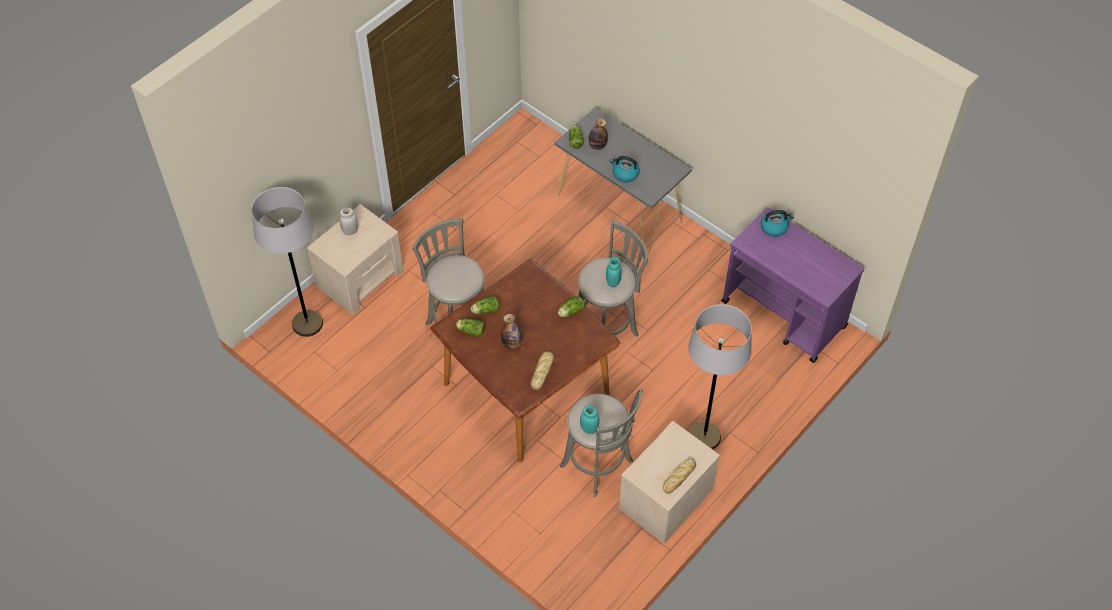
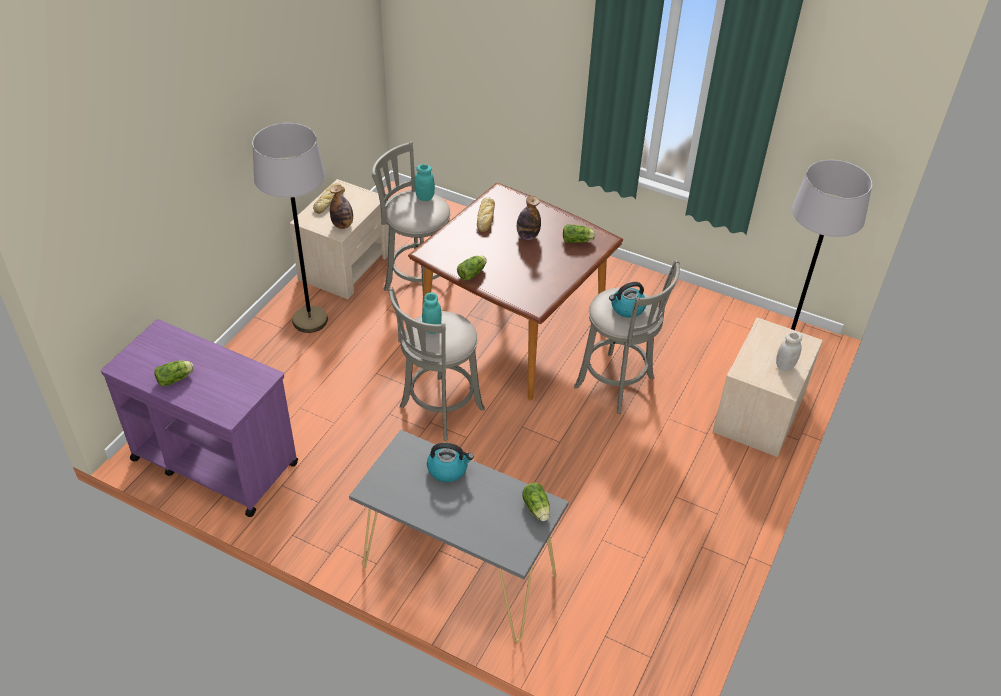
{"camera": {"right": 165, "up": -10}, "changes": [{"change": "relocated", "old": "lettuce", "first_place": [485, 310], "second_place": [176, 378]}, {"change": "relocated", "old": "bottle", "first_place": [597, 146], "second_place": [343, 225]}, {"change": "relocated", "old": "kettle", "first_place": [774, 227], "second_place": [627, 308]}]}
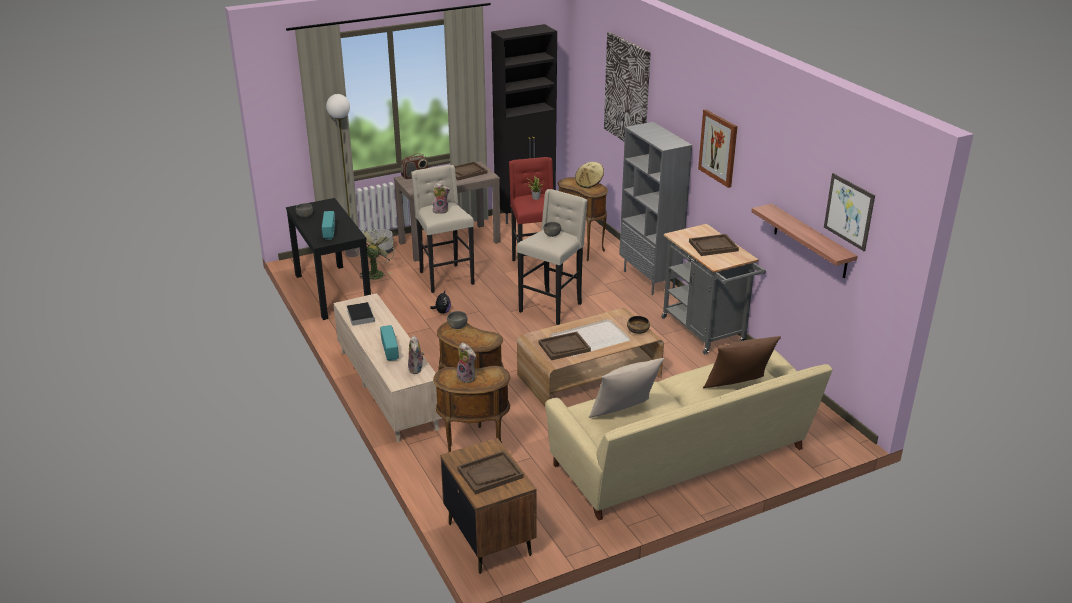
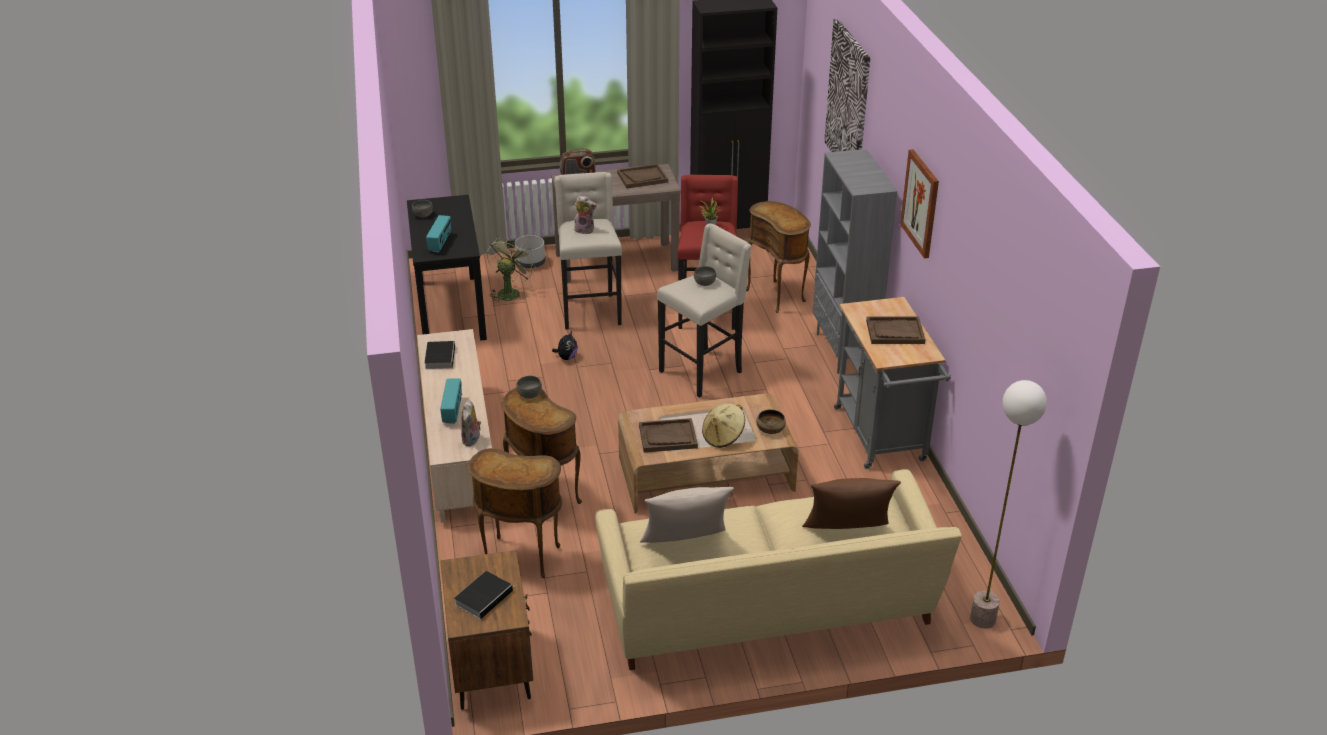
{"camera": {"right": 15, "up": 5}, "changes": [{"change": "exchanged", "old": "brown tray", "new": "book", "first_place": [490, 474], "second_place": [484, 596]}, {"change": "relocated", "old": "beige hat", "first_place": [589, 183], "second_place": [723, 437]}, {"change": "relocated", "old": "floor lamp", "first_place": [352, 253], "second_place": [982, 619]}, {"change": "missing", "old": "plush toy", "first_place": [467, 377]}, {"change": "missing", "old": "shelf", "first_place": [810, 241]}, {"change": "missing", "old": "picture", "first_place": [849, 211]}]}
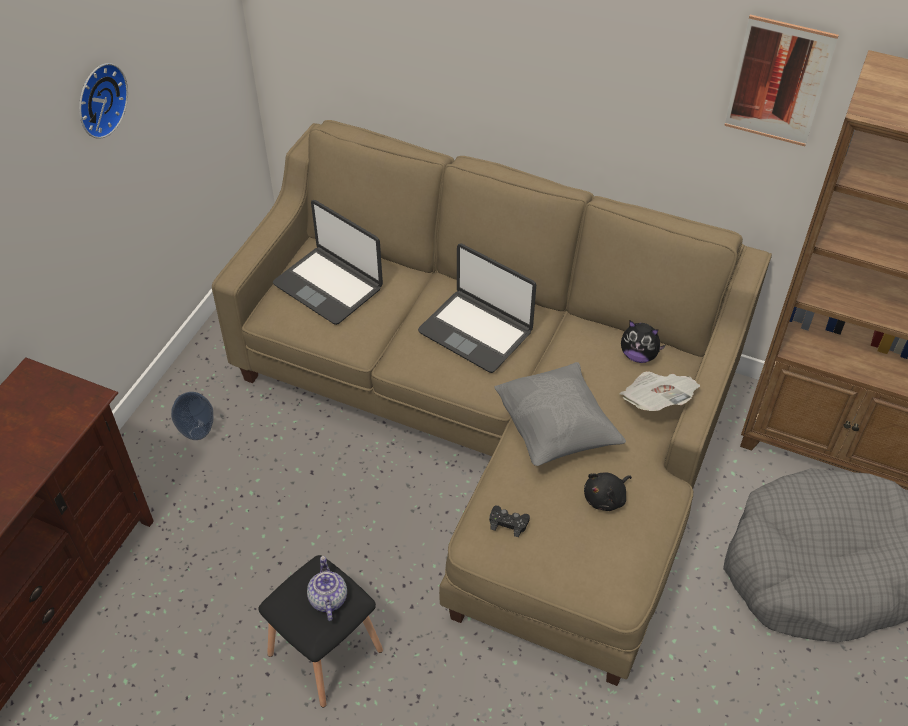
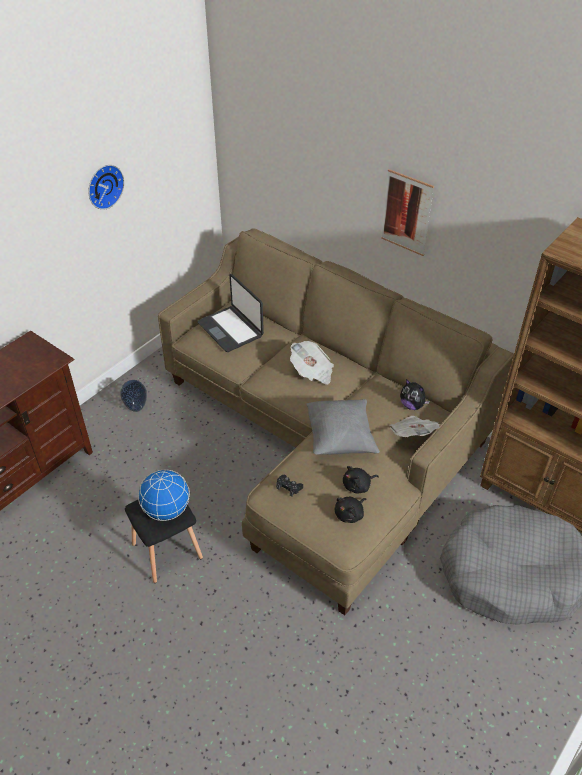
{"camera": {"right": 15, "up": -5}, "changes": [{"change": "exchanged", "old": "teapot", "new": "globe", "first_place": [327, 598], "second_place": [166, 510]}, {"change": "exchanged", "old": "laptop", "new": "newspaper", "first_place": [476, 331], "second_place": [312, 372]}, {"change": "appeared", "new": "black plush toy", "second_place": [350, 514]}, {"change": "relocated", "old": "picture", "first_place": [778, 81], "second_place": [406, 213]}]}
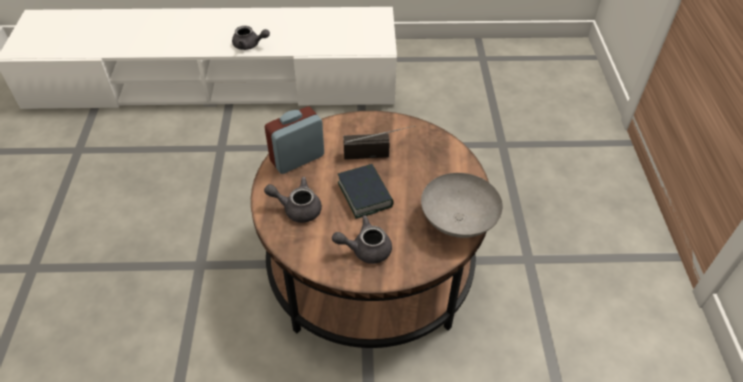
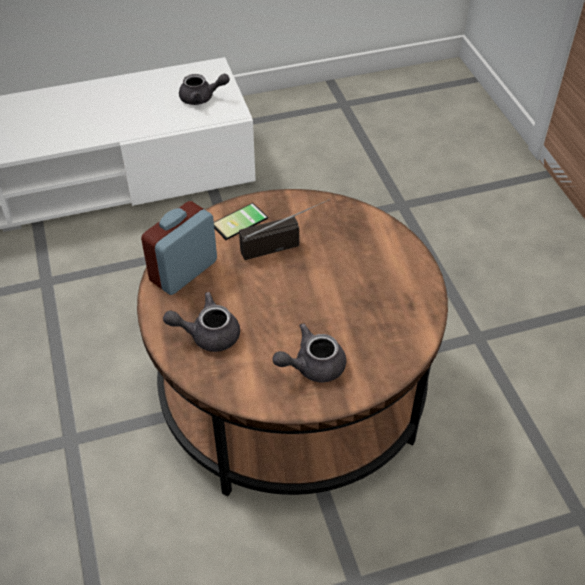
{"camera": {"right": -15, "up": 0}, "changes": [{"change": "relocated", "old": "grey teapot", "first_place": [249, 45], "second_place": [202, 98]}, {"change": "appeared", "new": "phone", "second_place": [241, 223]}, {"change": "missing", "old": "book", "first_place": [365, 194]}, {"change": "missing", "old": "grey bowl", "first_place": [457, 221]}]}
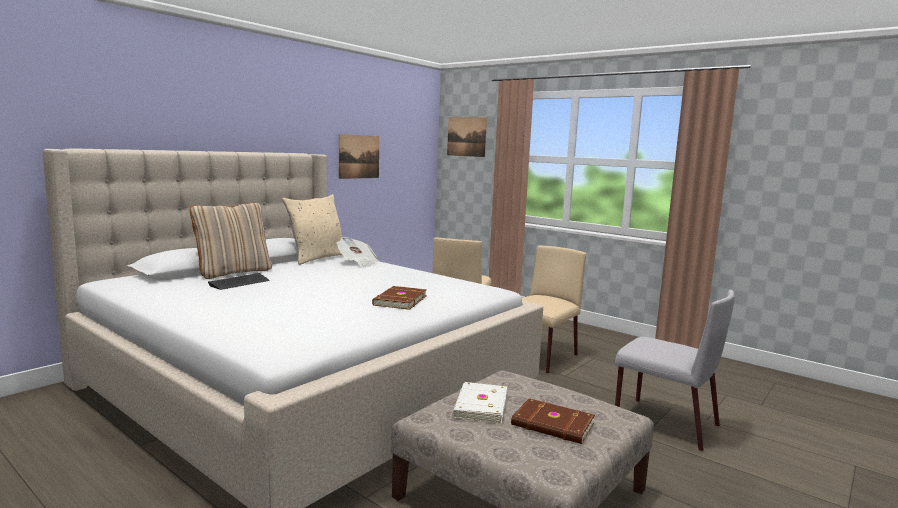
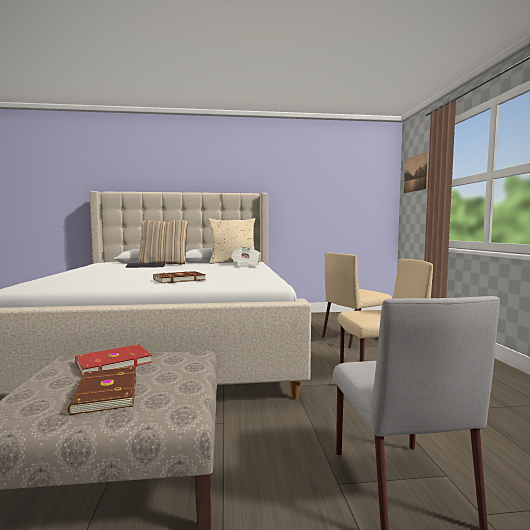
{"camera": {"right": 45, "up": -5}, "changes": [{"change": "colour", "old": "white book", "new": "red book", "first_place": [479, 405], "second_place": [112, 363]}, {"change": "missing", "old": "picture", "first_place": [359, 156]}]}
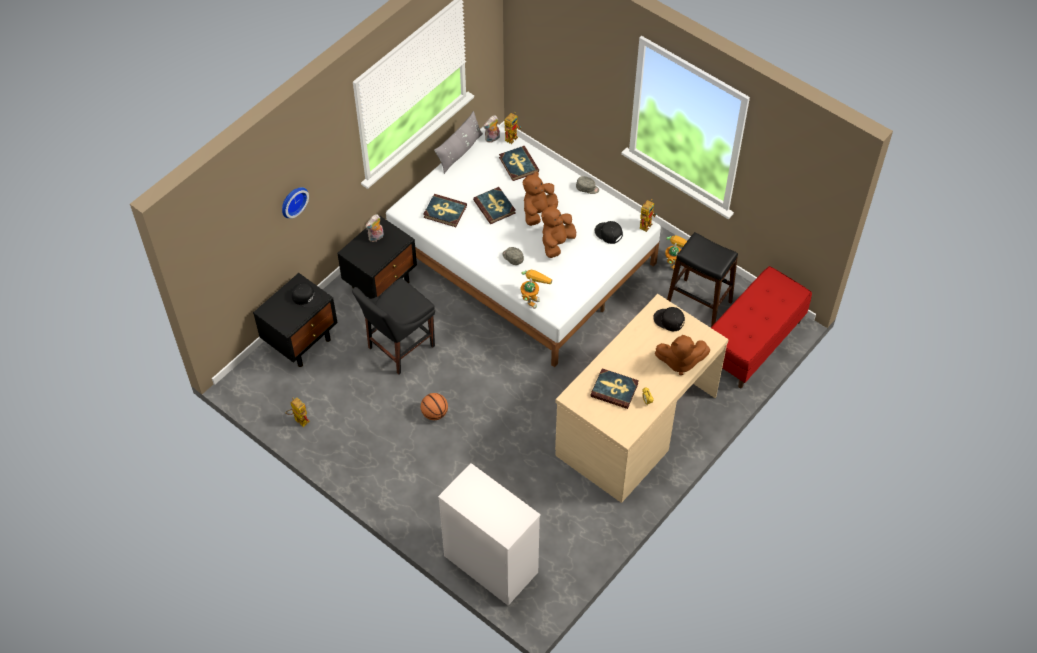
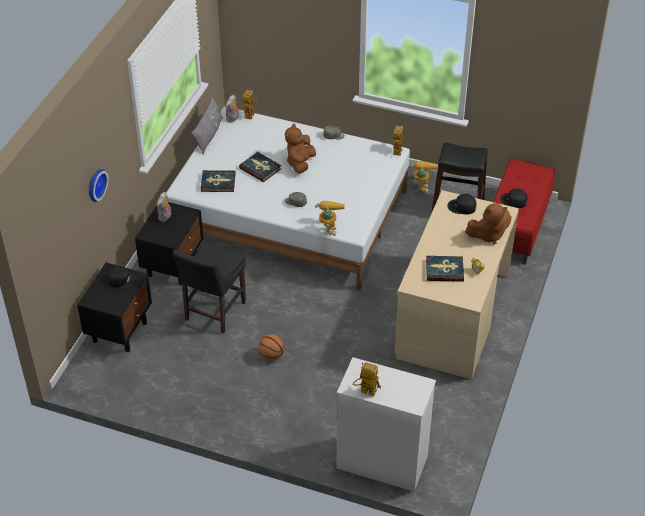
{"camera": {"right": -20, "up": -10}, "changes": [{"change": "relocated", "old": "toy robot", "first_place": [298, 420], "second_place": [365, 391]}, {"change": "relocated", "old": "black cap", "first_place": [608, 233], "second_place": [514, 201]}, {"change": "missing", "old": "book", "first_place": [518, 165]}, {"change": "missing", "old": "brown plush toy", "first_place": [556, 243]}]}
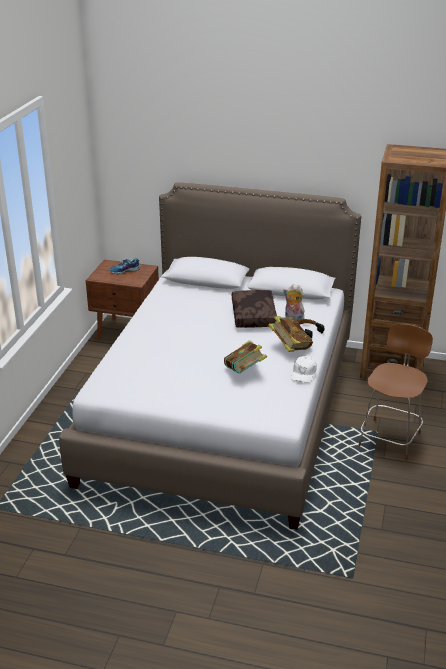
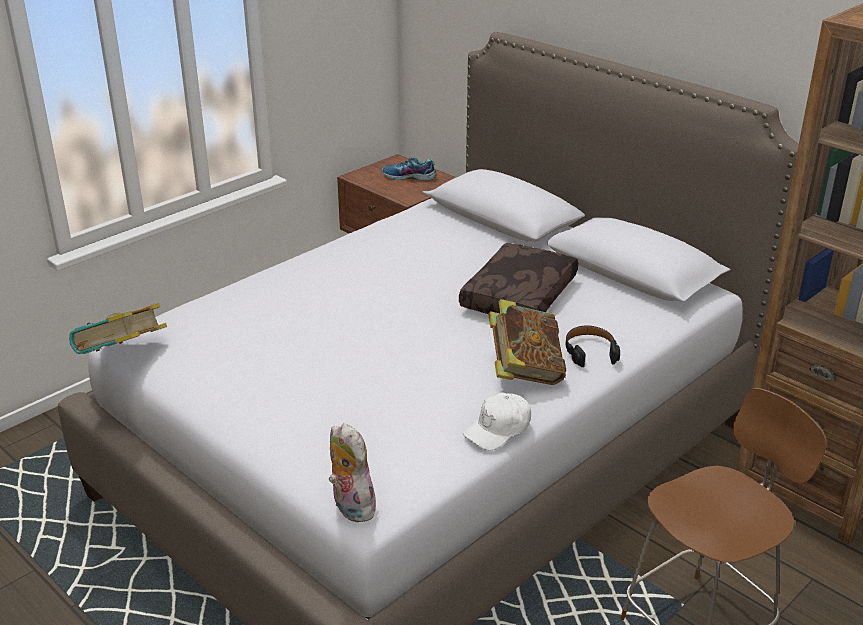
{"camera": {"right": 30, "up": 0}, "changes": [{"change": "relocated", "old": "book", "first_place": [244, 372], "second_place": [123, 358]}, {"change": "relocated", "old": "plush toy", "first_place": [293, 319], "second_place": [350, 507]}]}
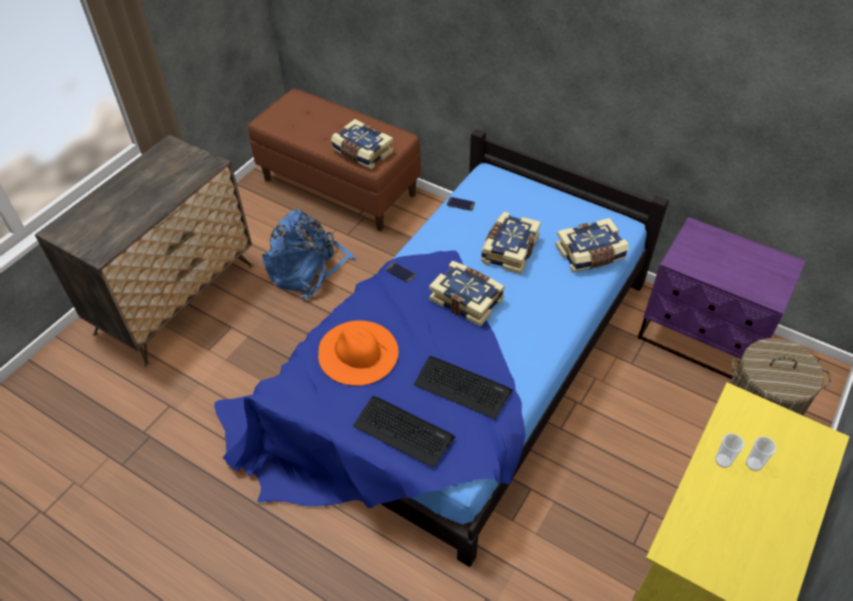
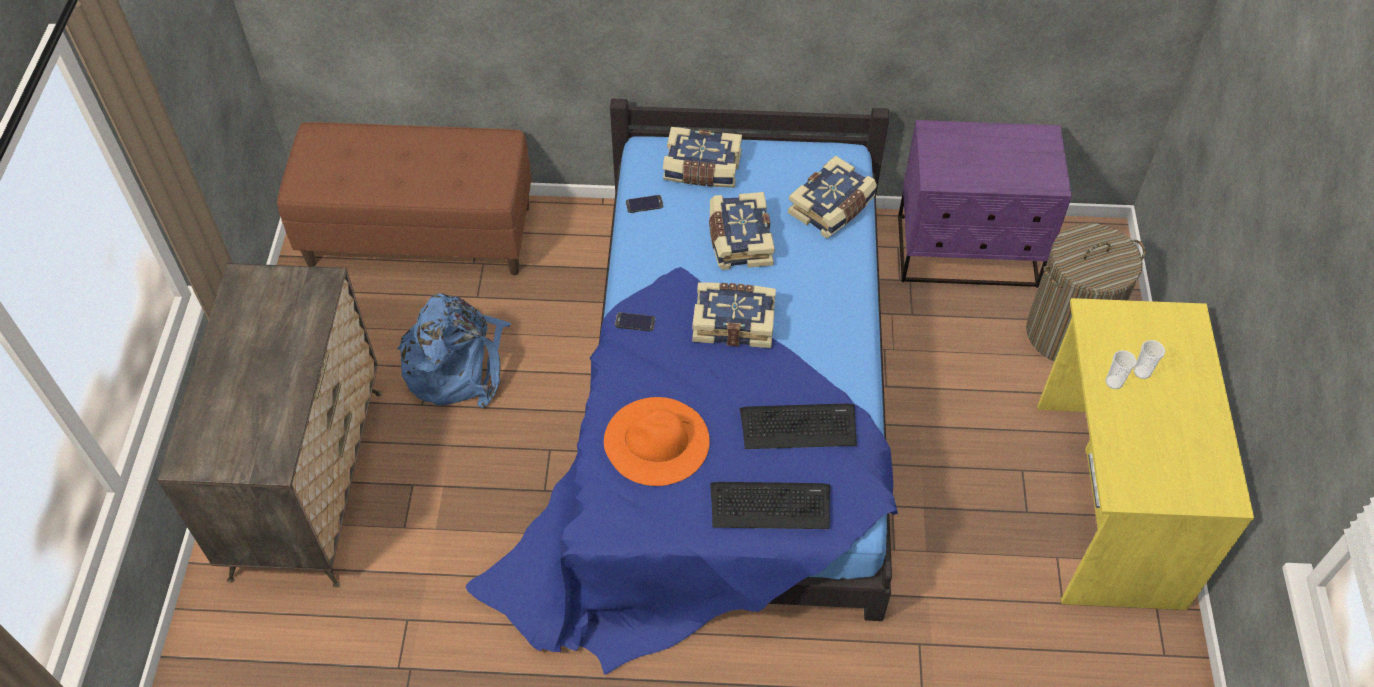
{"camera": {"right": -30, "up": 5}, "changes": [{"change": "relocated", "old": "book", "first_place": [362, 153], "second_place": [702, 169]}]}
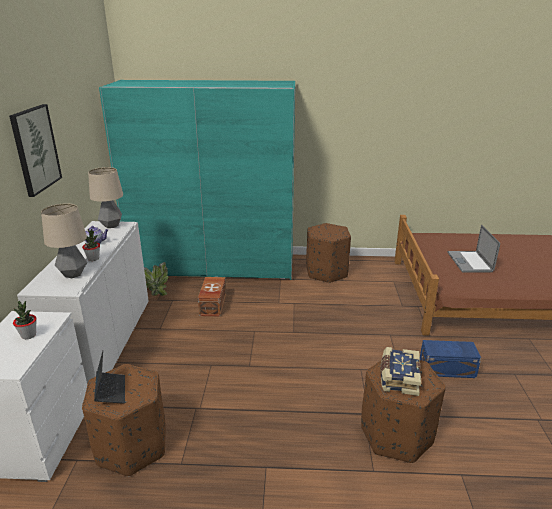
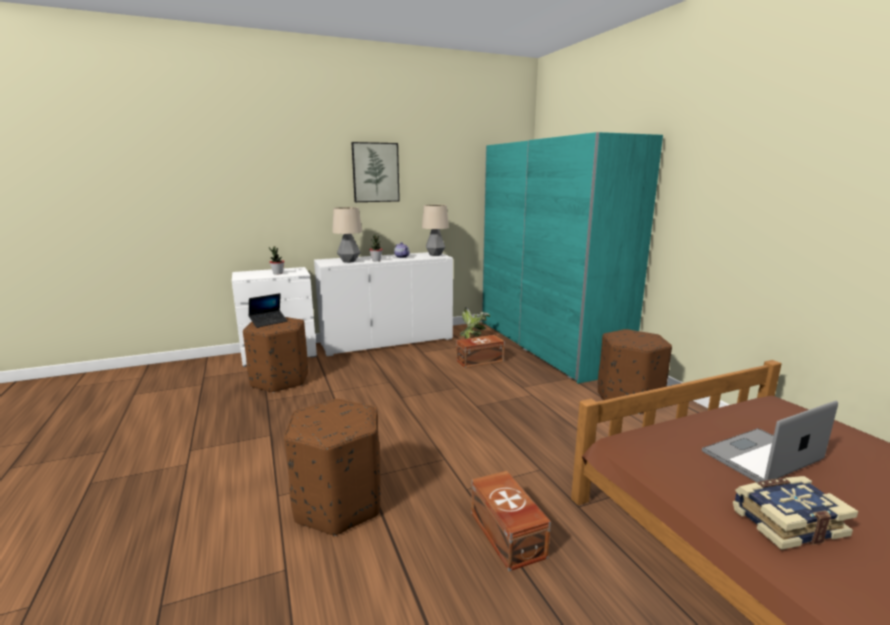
{"camera": {"right": 65, "up": -10}, "changes": [{"change": "colour", "old": "blue storage box", "new": "brown storage box", "first_place": [448, 369], "second_place": [506, 535]}, {"change": "relocated", "old": "book", "first_place": [398, 377], "second_place": [786, 522]}]}
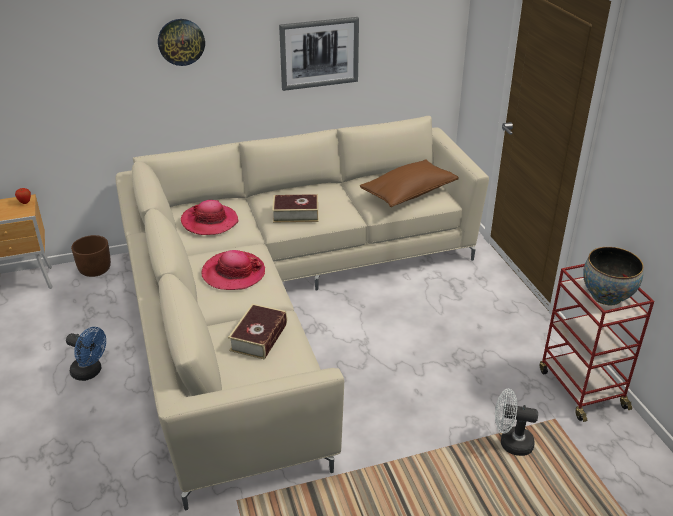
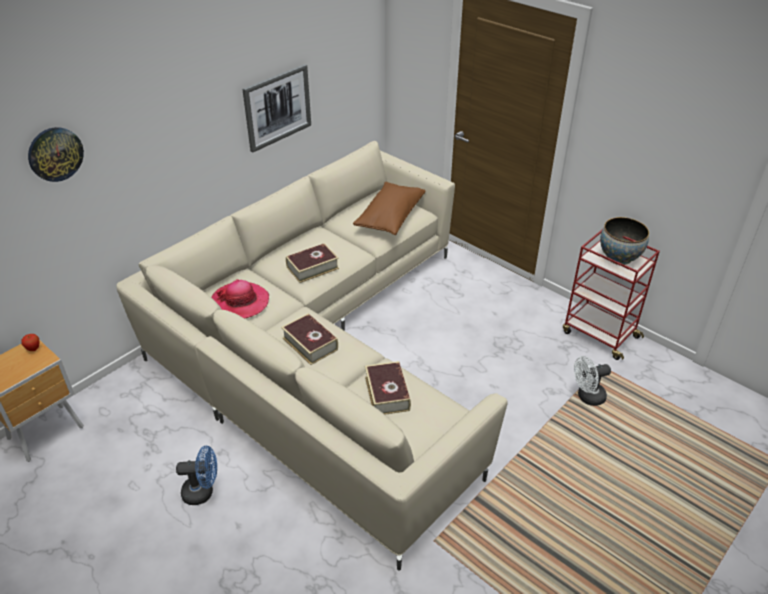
{"camera": {"right": -30, "up": 5}, "changes": [{"change": "relocated", "old": "wall clock", "first_place": [181, 42], "second_place": [55, 154]}, {"change": "exchanged", "old": "hat", "new": "book", "first_place": [233, 273], "second_place": [310, 344]}, {"change": "missing", "old": "brown planter", "first_place": [95, 270]}]}
